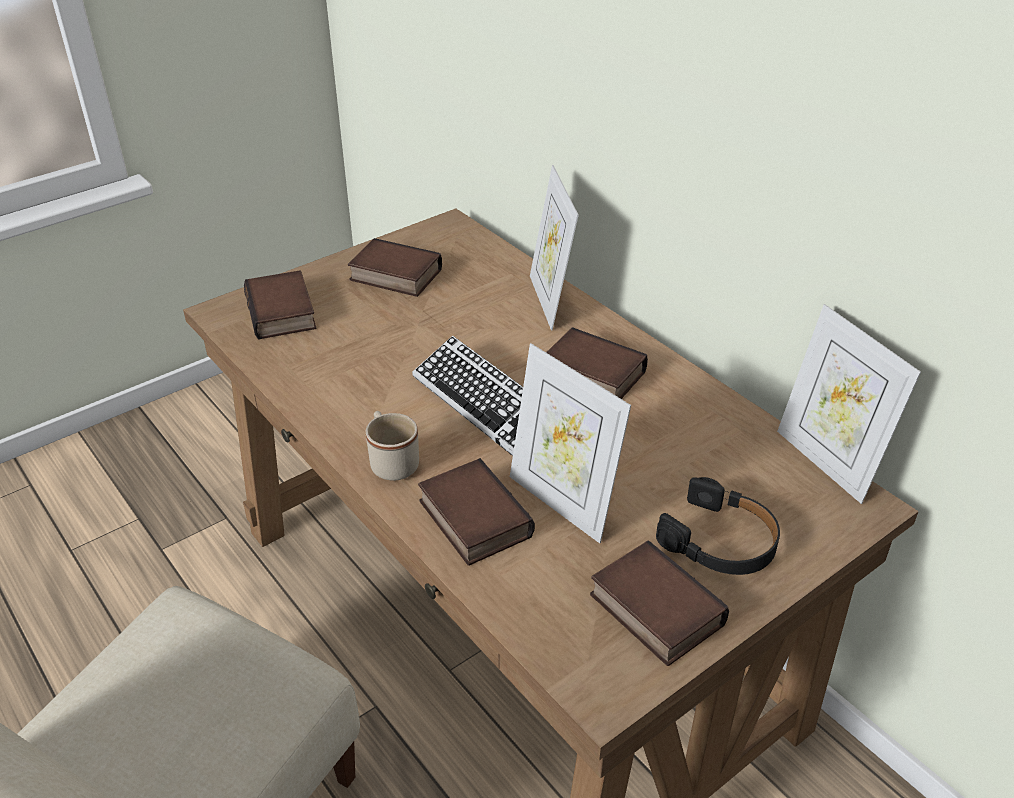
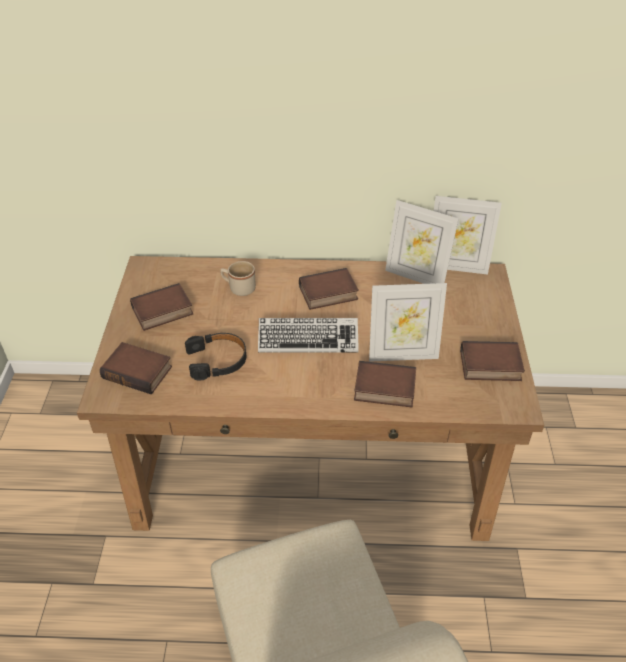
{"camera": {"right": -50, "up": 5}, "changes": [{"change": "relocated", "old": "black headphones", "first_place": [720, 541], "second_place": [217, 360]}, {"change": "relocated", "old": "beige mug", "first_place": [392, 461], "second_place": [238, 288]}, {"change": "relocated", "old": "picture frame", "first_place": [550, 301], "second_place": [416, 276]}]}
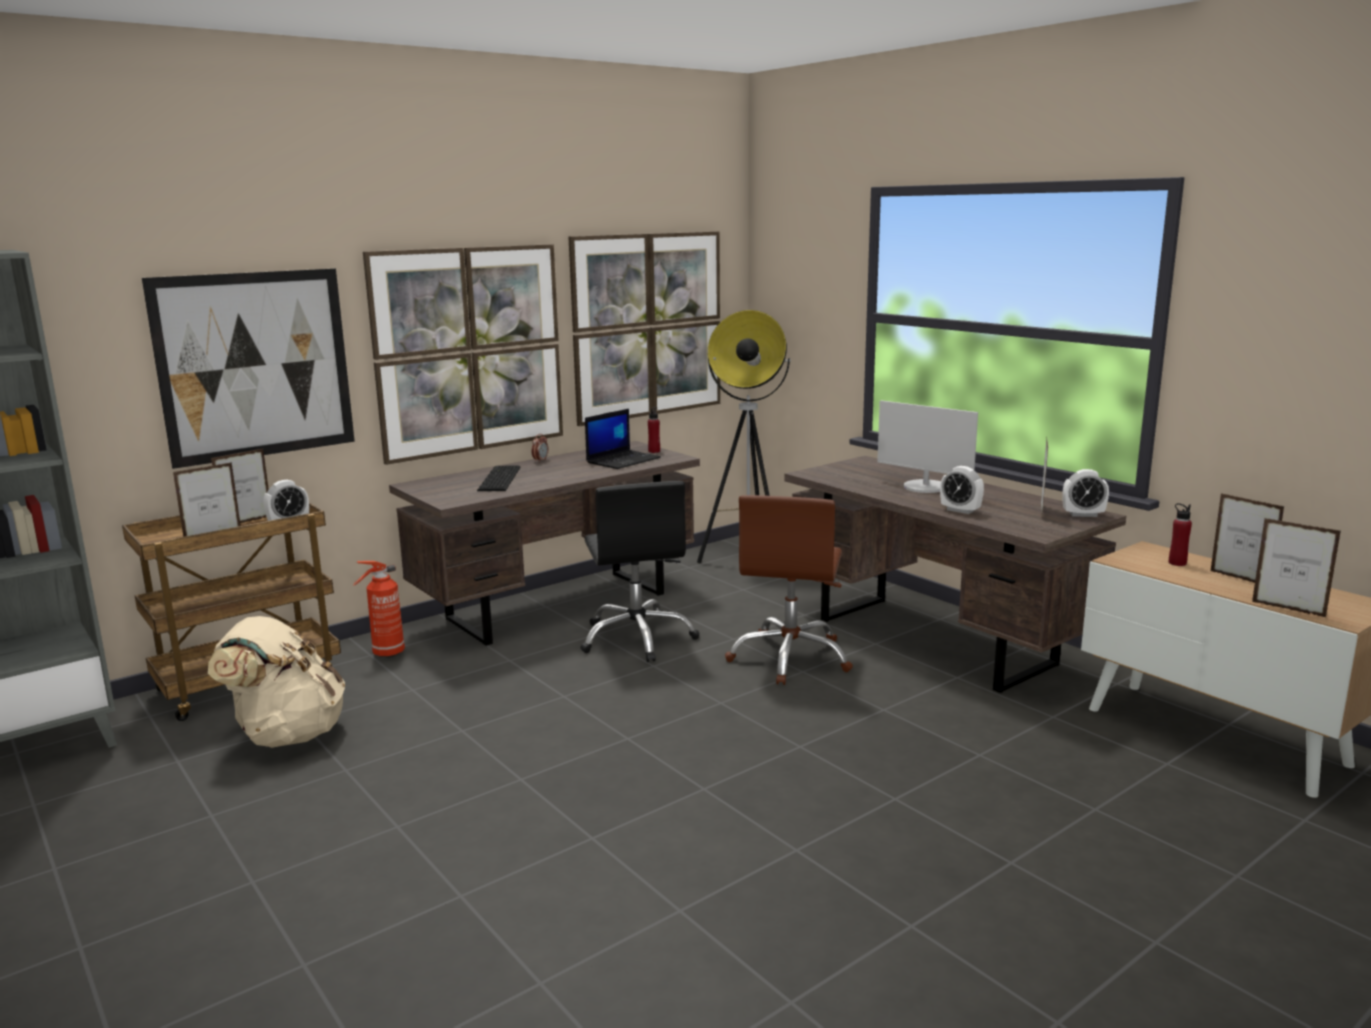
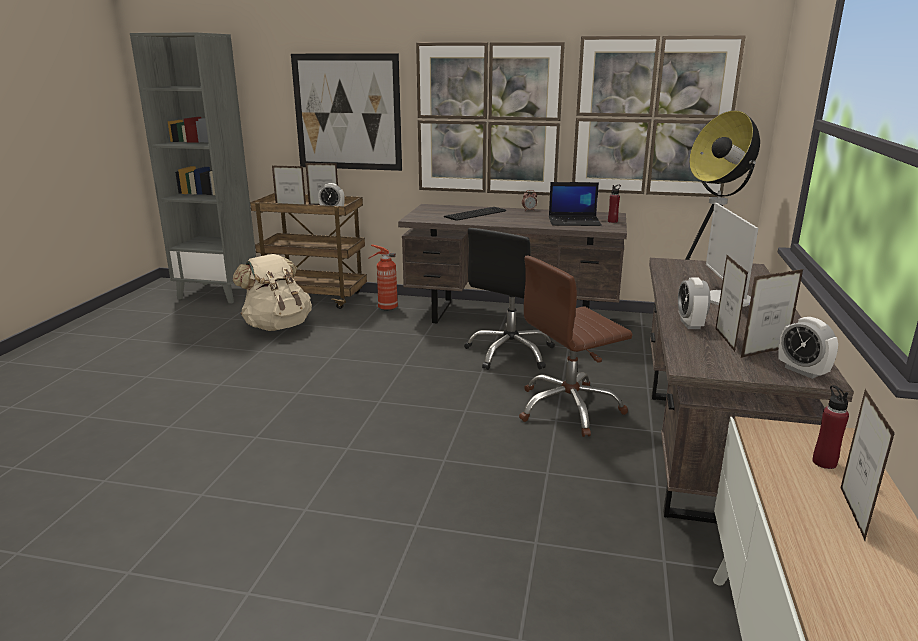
{"camera": {"right": 50, "up": 5}, "changes": [{"change": "relocated", "old": "picture frame", "first_place": [1288, 609], "second_place": [724, 340]}]}
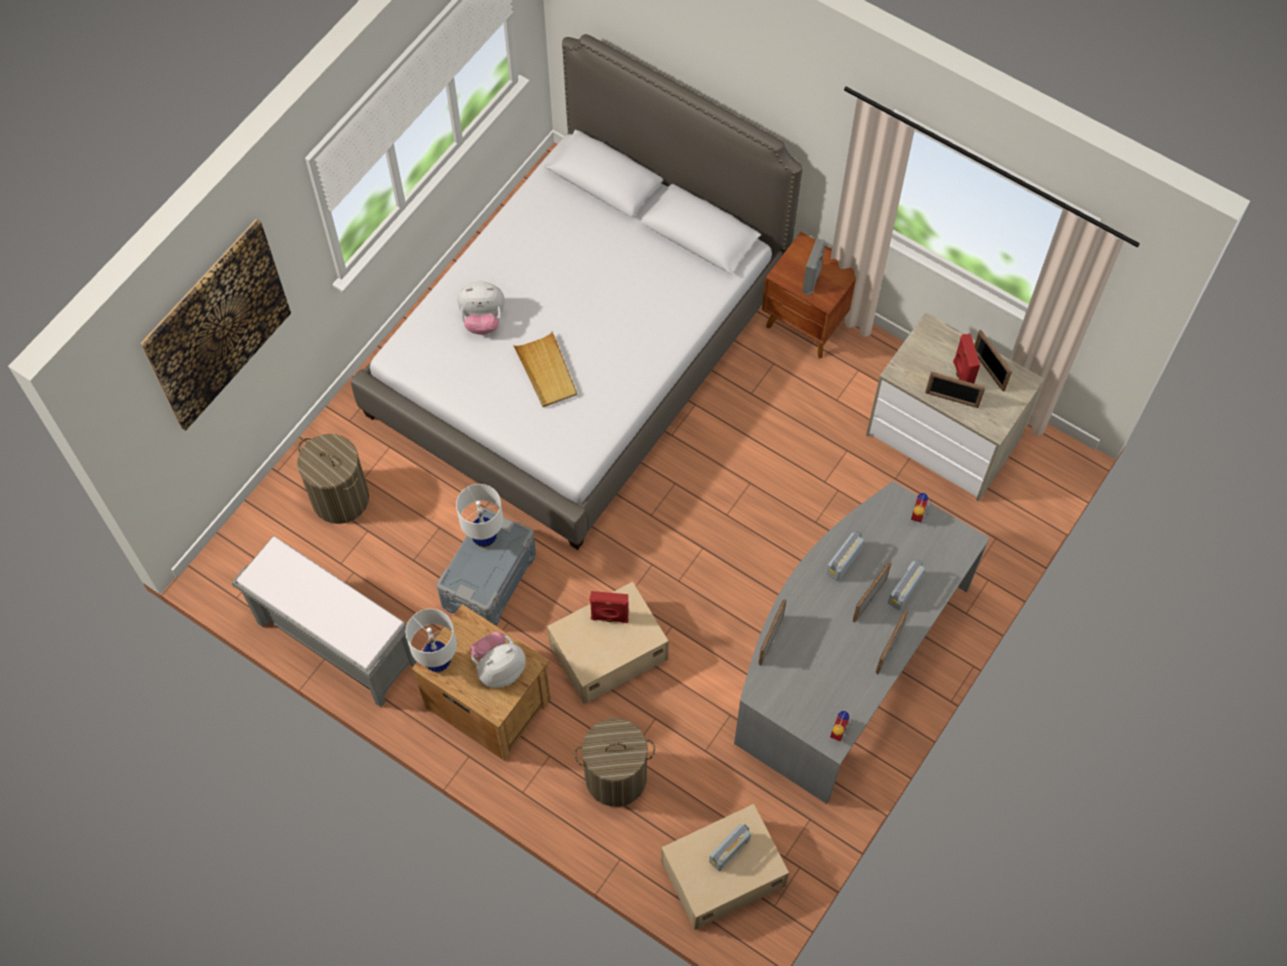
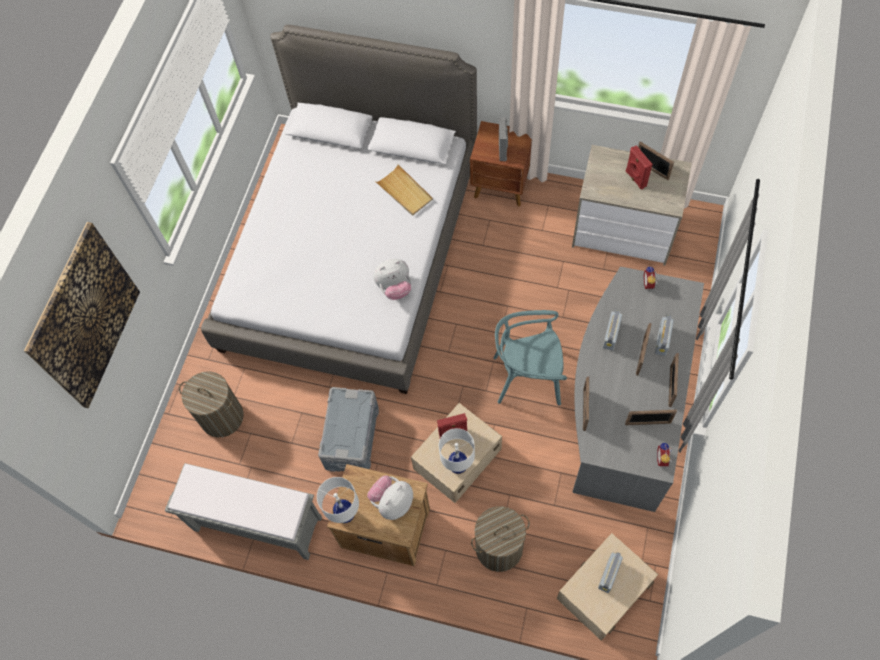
{"camera": {"right": -15, "up": 0}, "changes": [{"change": "relocated", "old": "plush toy", "first_place": [483, 320], "second_place": [394, 287]}, {"change": "relocated", "old": "beige tray", "first_place": [546, 372], "second_place": [405, 192]}, {"change": "relocated", "old": "white table lamp", "first_place": [484, 538], "second_place": [458, 466]}, {"change": "appeared", "new": "turquoise chair", "second_place": [527, 377]}, {"change": "relocated", "old": "picture frame", "first_place": [951, 399], "second_place": [648, 423]}]}
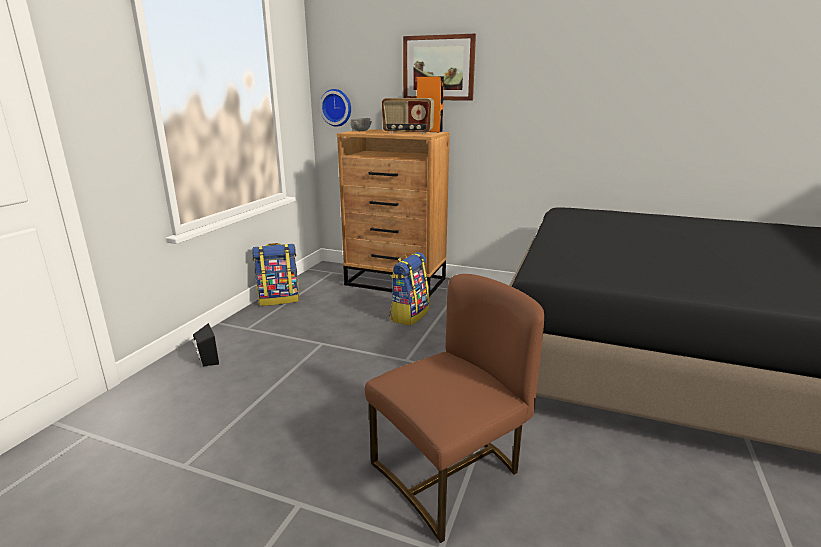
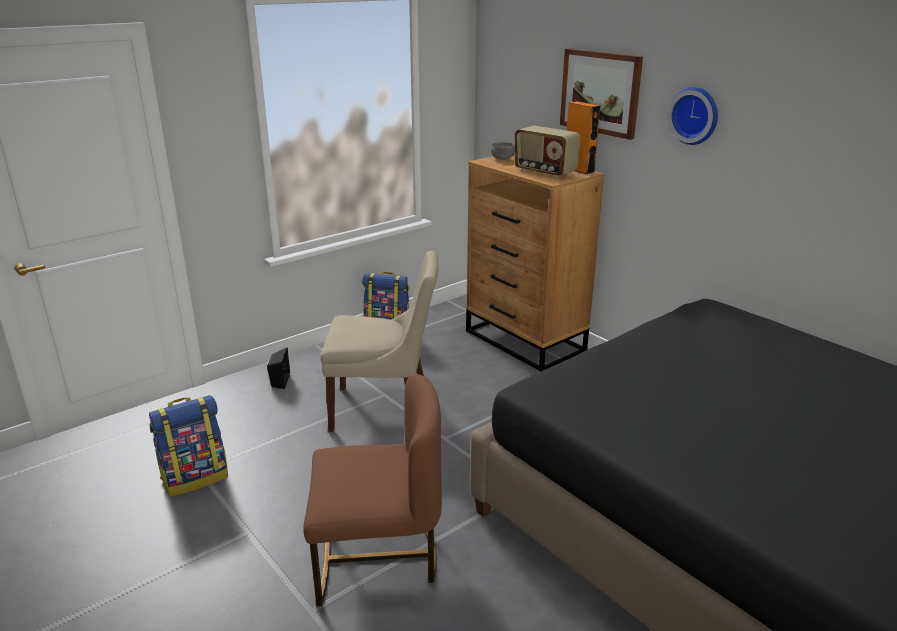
{"camera": {"right": 30, "up": 5}, "changes": [{"change": "relocated", "old": "backpack", "first_place": [409, 315], "second_place": [195, 477]}, {"change": "appeared", "new": "beige chair", "second_place": [384, 409]}, {"change": "relocated", "old": "wall clock", "first_place": [336, 107], "second_place": [695, 115]}]}
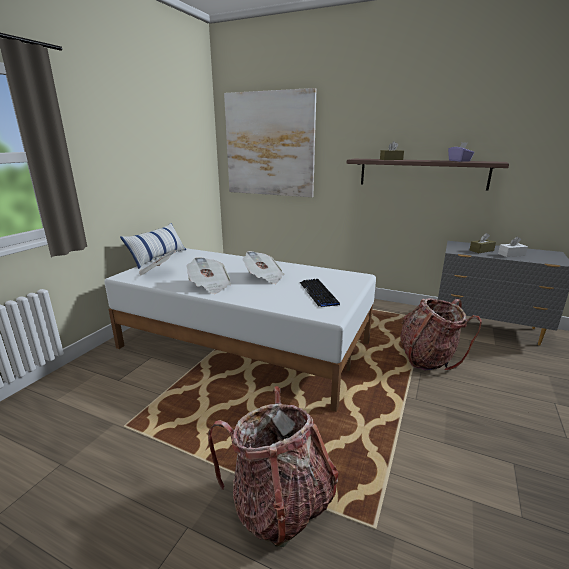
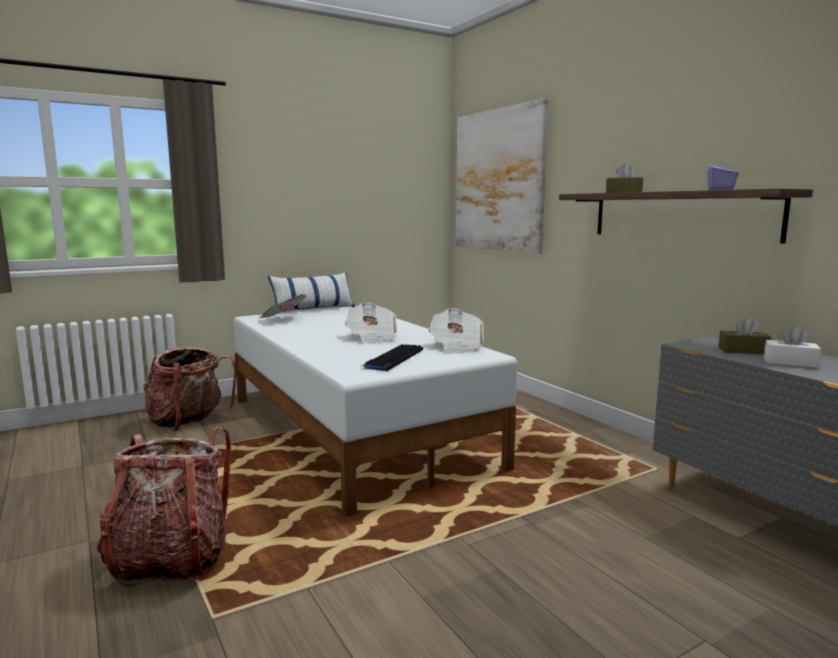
{"camera": {"right": 35, "up": -10}, "changes": [{"change": "relocated", "old": "backpack", "first_place": [428, 358], "second_place": [188, 421]}, {"change": "relocated", "old": "newspaper", "first_place": [209, 286], "second_place": [456, 346]}]}
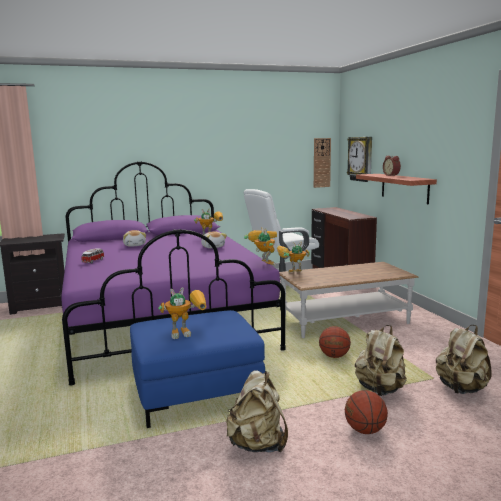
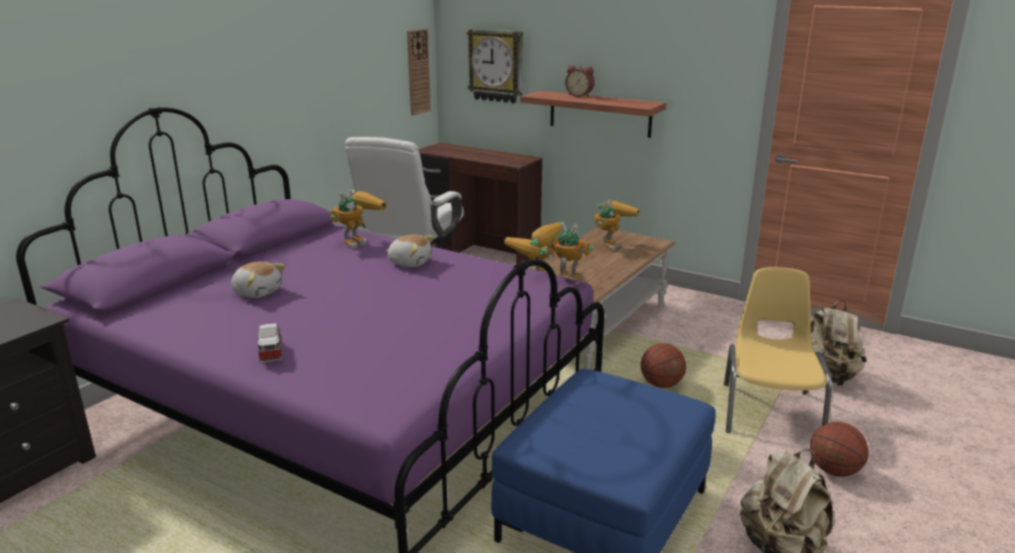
{"camera": {"right": -40, "up": 10}, "changes": [{"change": "relocated", "old": "toy robot", "first_place": [187, 333], "second_place": [610, 244]}, {"change": "exchanged", "old": "beige backpack", "new": "yellow chair", "first_place": [380, 389], "second_place": [769, 411]}]}
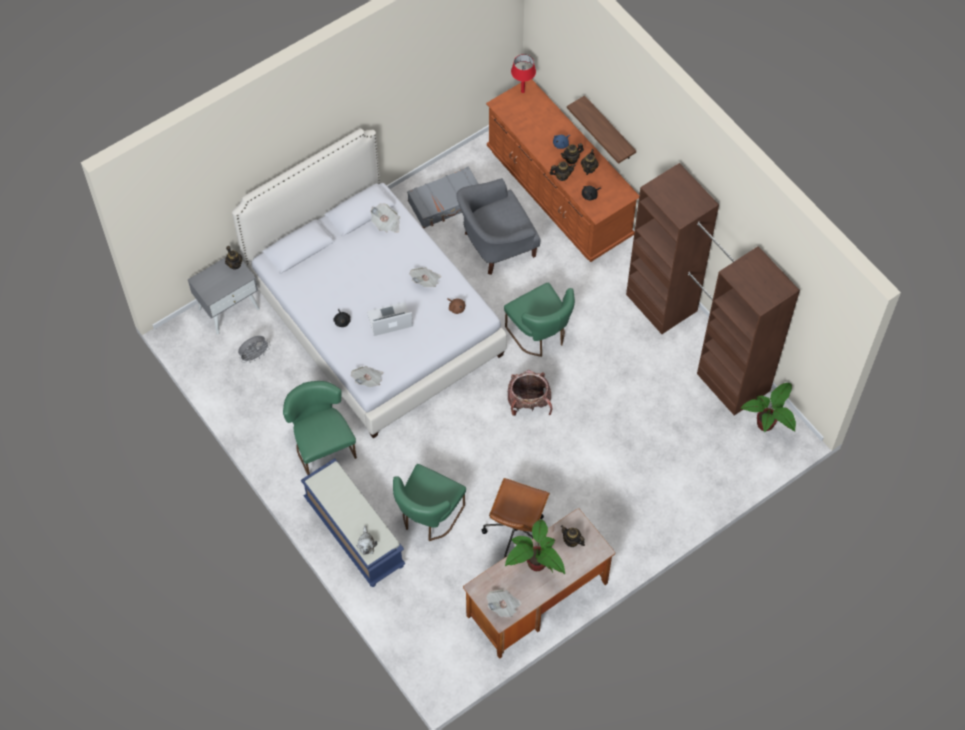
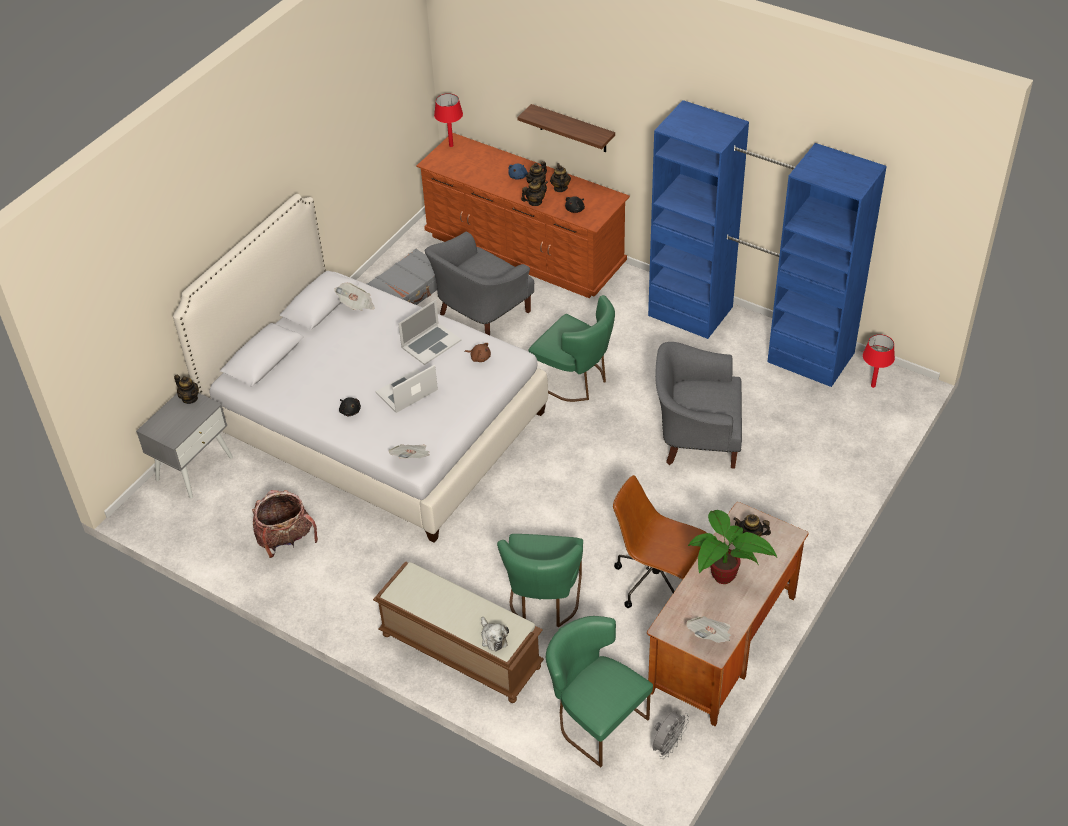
{"camera": {"right": -20, "up": -15}, "changes": [{"change": "relocated", "old": "backpack", "first_place": [529, 403], "second_place": [286, 540]}, {"change": "colour", "old": "blue bench", "new": "brown bench", "first_place": [353, 532], "second_place": [459, 651]}, {"change": "exchanged", "old": "newspaper", "new": "laptop", "first_place": [426, 281], "second_place": [431, 343]}, {"change": "relocated", "old": "green chair", "first_place": [322, 445], "second_place": [595, 720]}, {"change": "spun", "old": "brown office chair", "first_place": [515, 532], "second_place": [656, 582], "degrees": 120}, {"change": "colour", "old": "brown wardrobe", "new": "blue wardrobe", "first_place": [697, 342], "second_place": [750, 334]}, {"change": "relocated", "old": "grey fan", "first_place": [255, 356], "second_place": [668, 746]}, {"change": "appeared", "new": "grey armchair", "second_place": [696, 438]}, {"change": "exchanged", "old": "potted plant", "new": "red table lamp", "first_place": [767, 427], "second_place": [873, 386]}]}
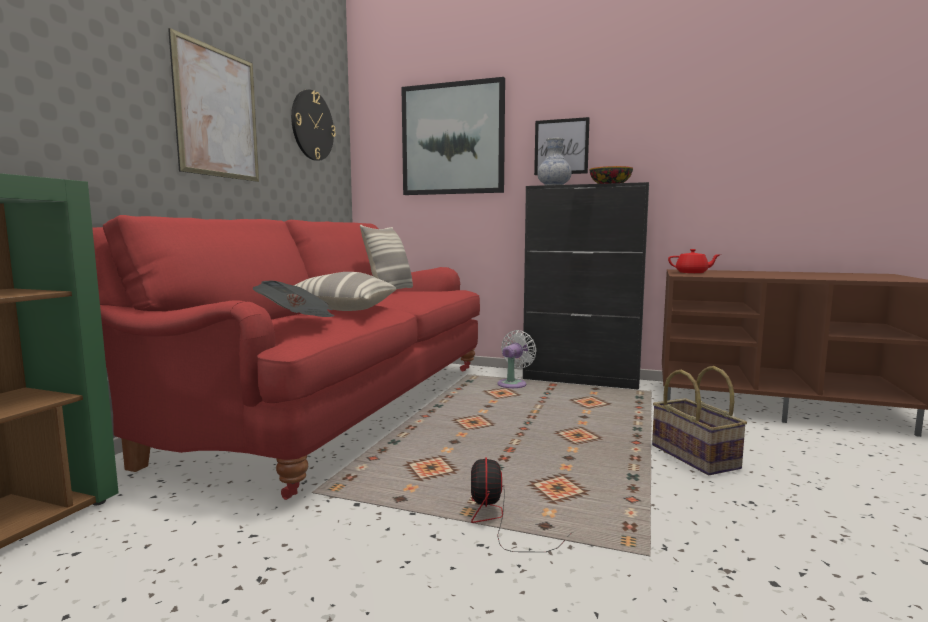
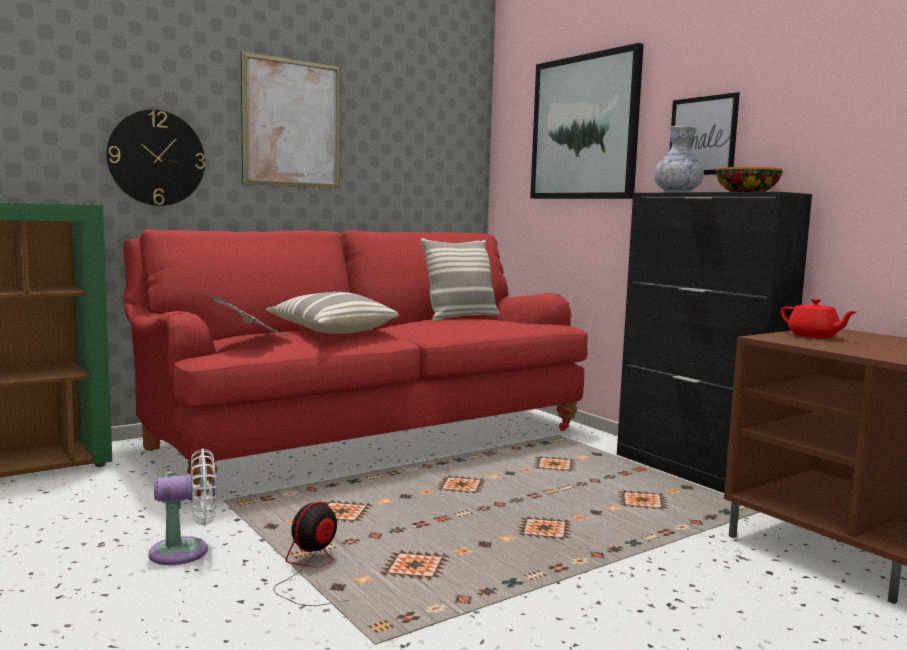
{"camera": {"right": 35, "up": 0}, "changes": [{"change": "relocated", "old": "wall clock", "first_place": [312, 125], "second_place": [156, 158]}, {"change": "relocated", "old": "white fan", "first_place": [513, 384], "second_place": [186, 551]}, {"change": "missing", "old": "basket", "first_place": [696, 456]}]}
